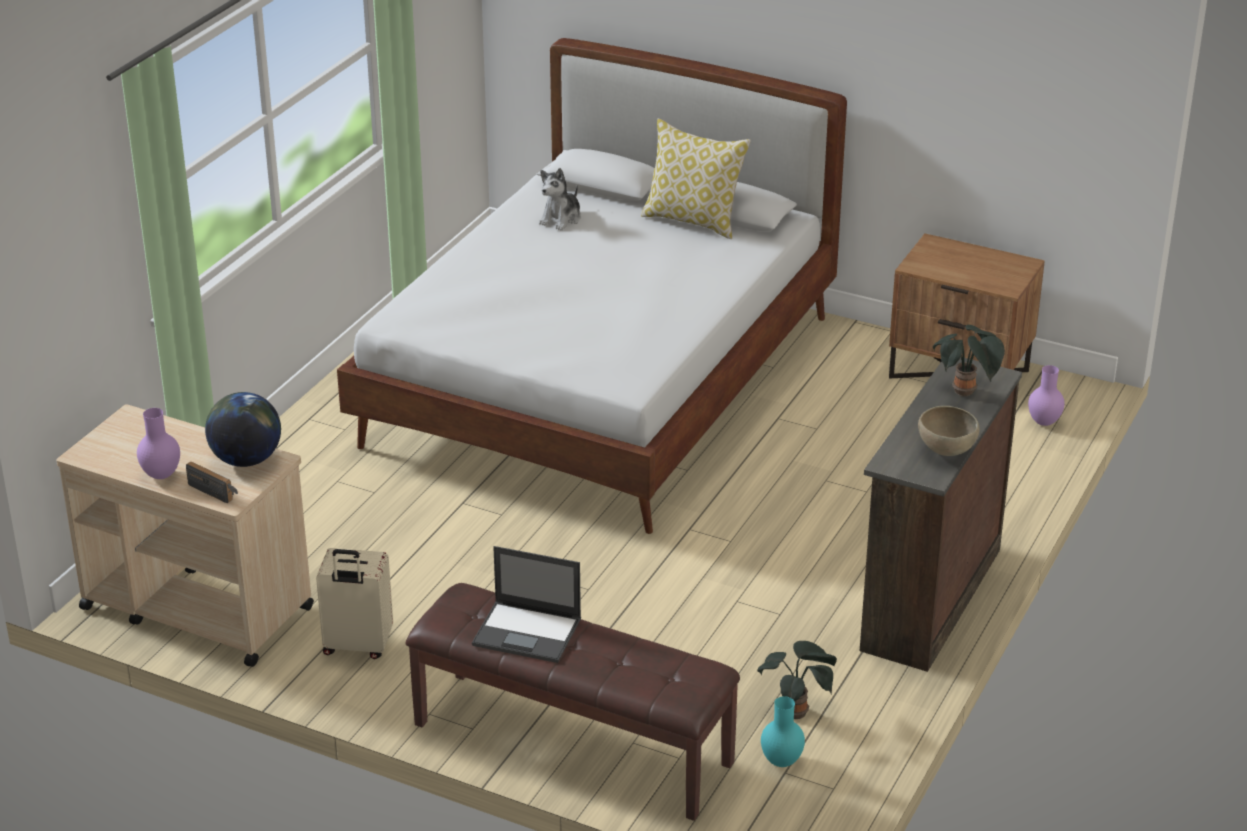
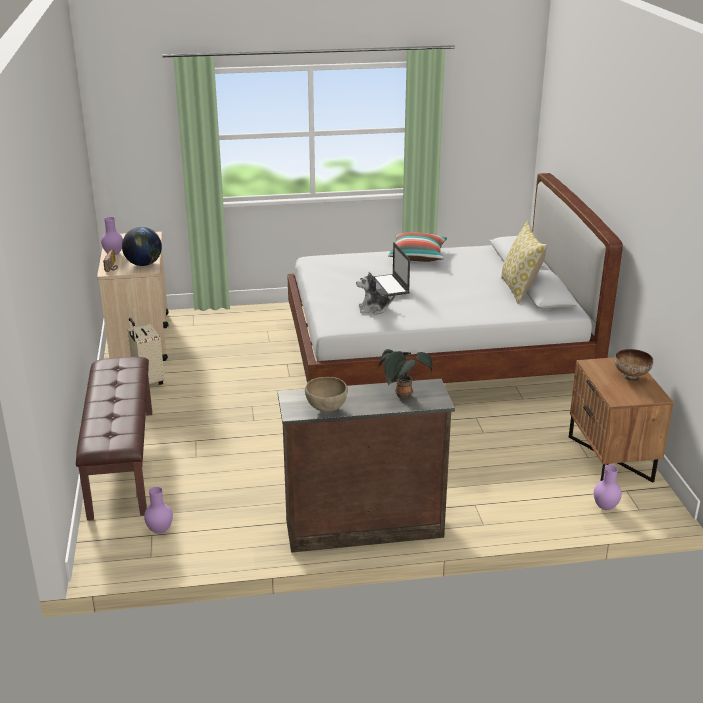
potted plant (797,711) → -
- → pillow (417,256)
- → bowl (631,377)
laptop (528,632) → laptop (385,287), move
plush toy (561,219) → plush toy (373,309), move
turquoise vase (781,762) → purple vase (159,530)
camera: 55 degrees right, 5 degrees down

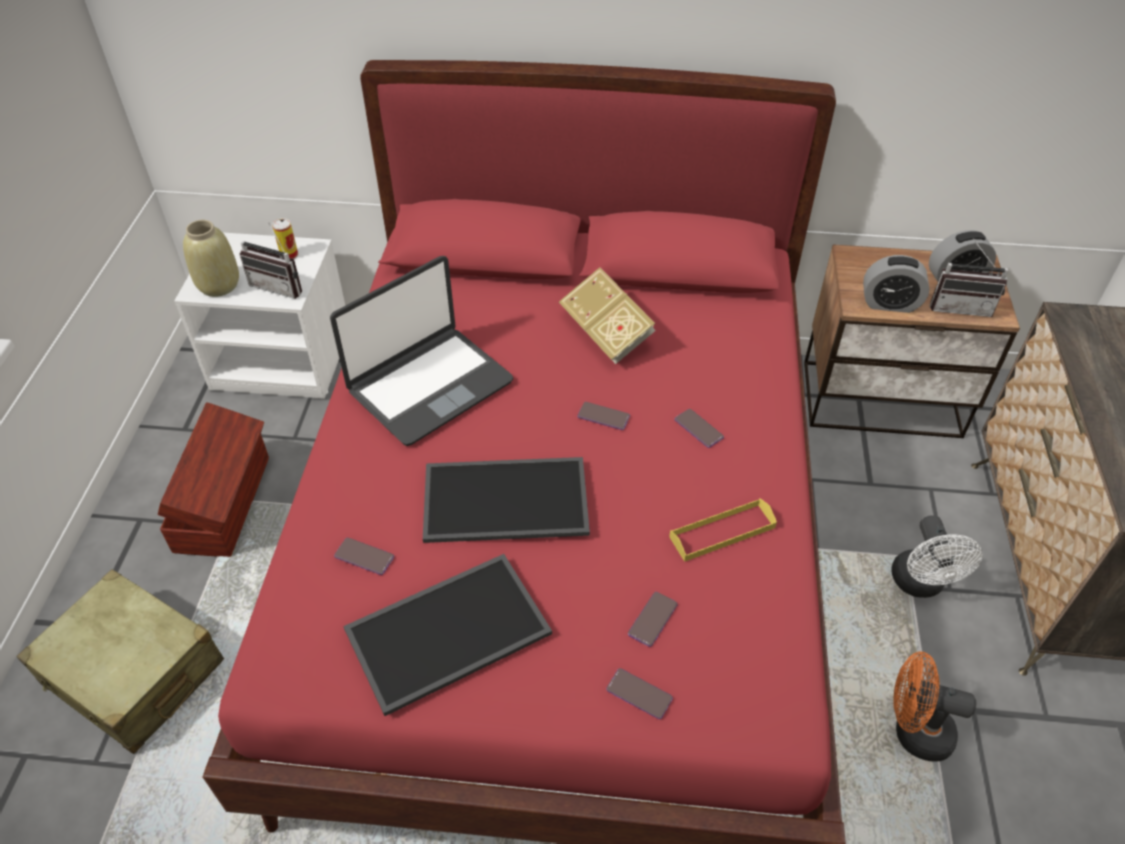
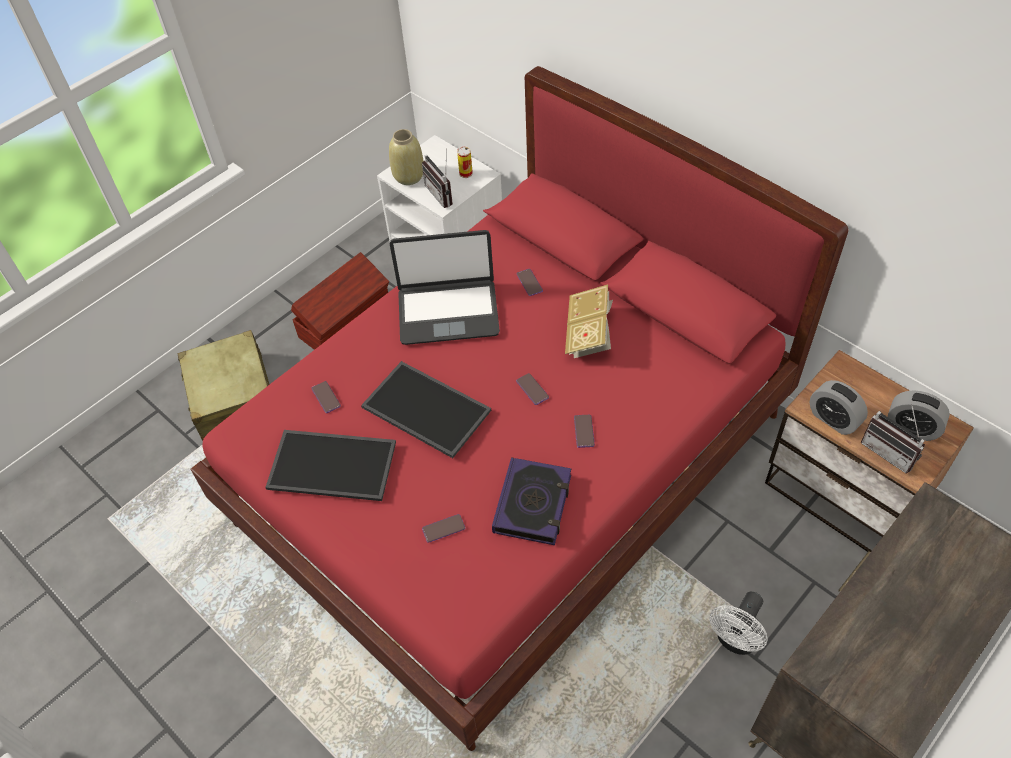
orange fan (913,731) → -
phone (639,694) → phone (529,283), move
yellow tray (722,532) → book (533,504)
camera: 40 degrees right, 5 degrees up

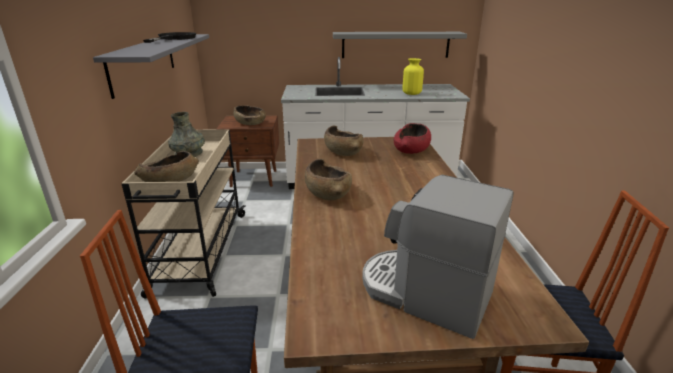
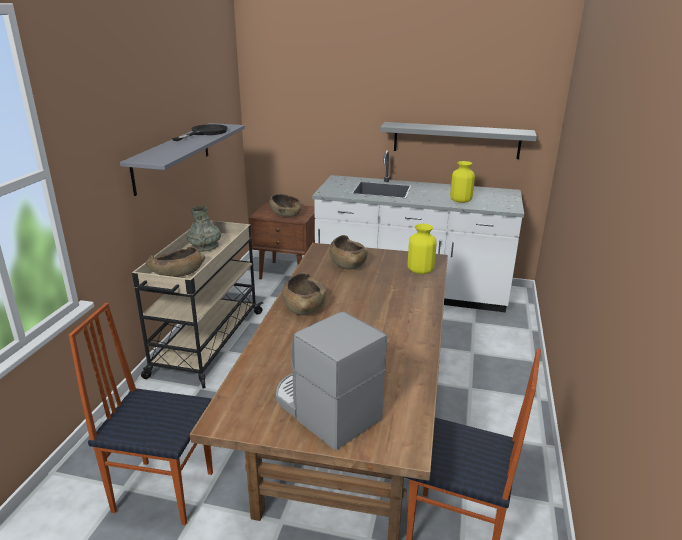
red bowl (411,150) → yellow vase (420,270)
camera: 15 degrees right, 0 degrees up

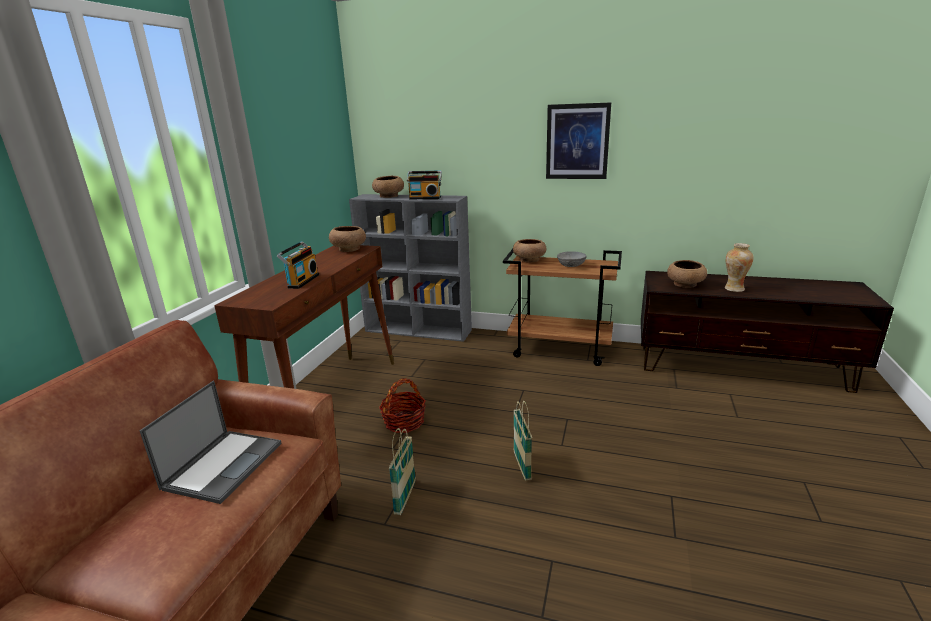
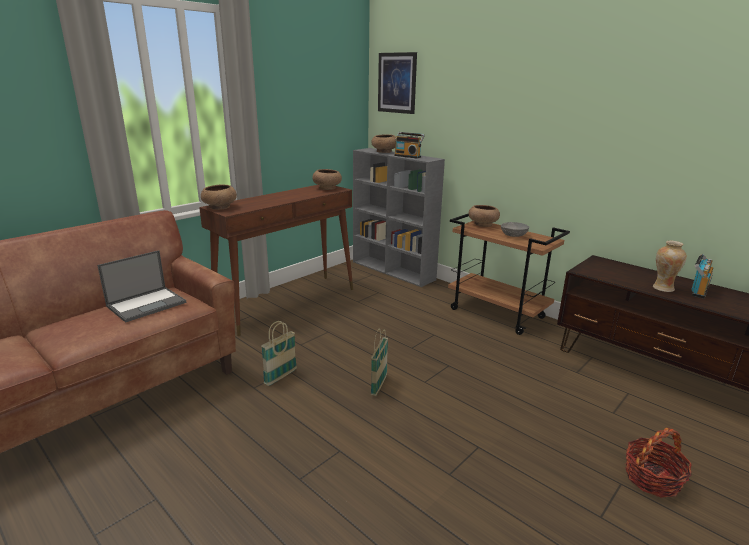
radio (302,281) → radio (698,290), move
basket (404,422) → basket (652,478), move
picture (577,142) → picture (397,83), move
brown bowl (685,284) → brown bowl (219,207), move
camera: 25 degrees right, 0 degrees up

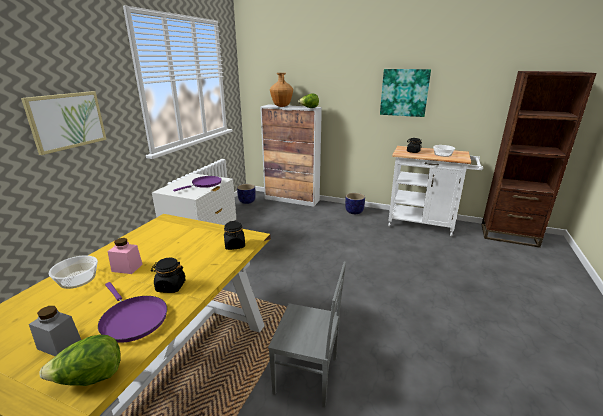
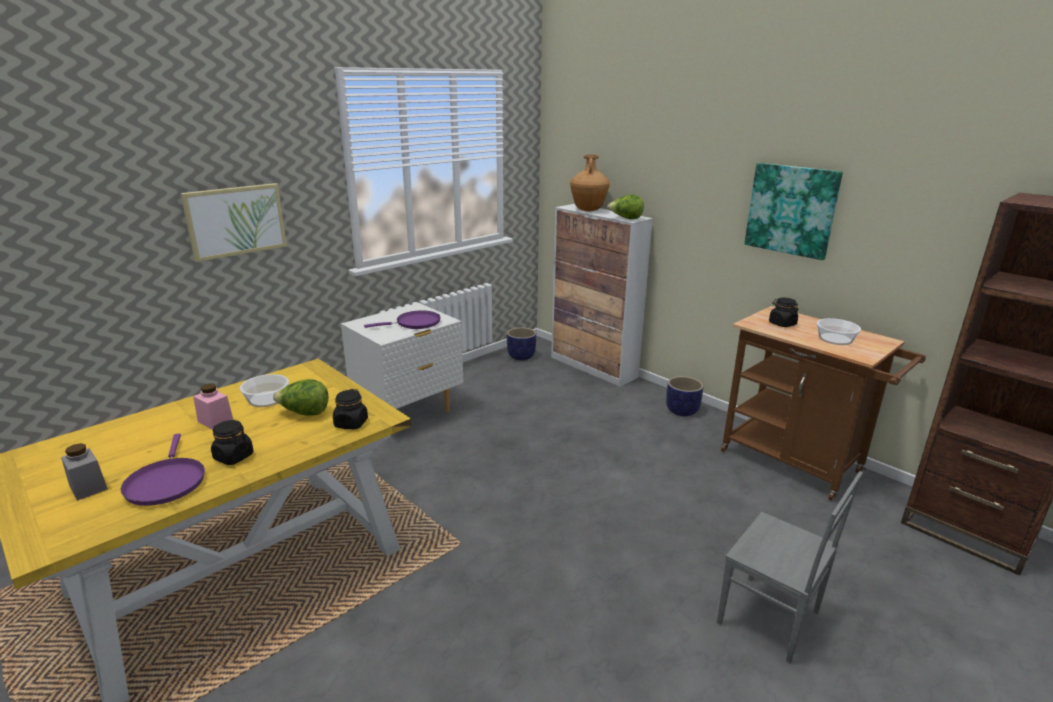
lettuce (90,378) → lettuce (304,413), move
bowl (77,279) → bowl (267,398), move
grey chair (307,376) → grey chair (769,619), move
white cart (425,224) → brown cart (798,464)
camera: 25 degrees right, 0 degrees up

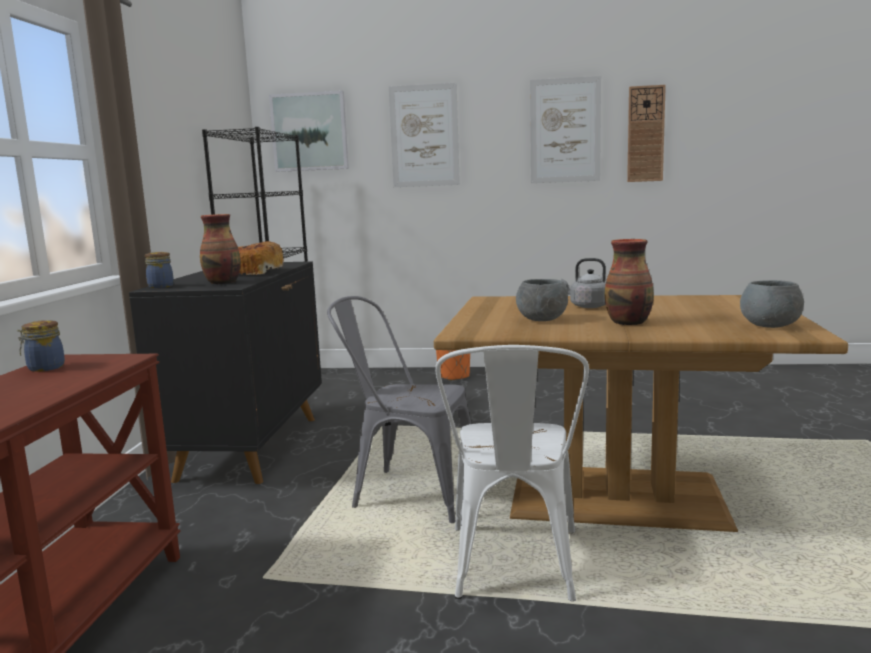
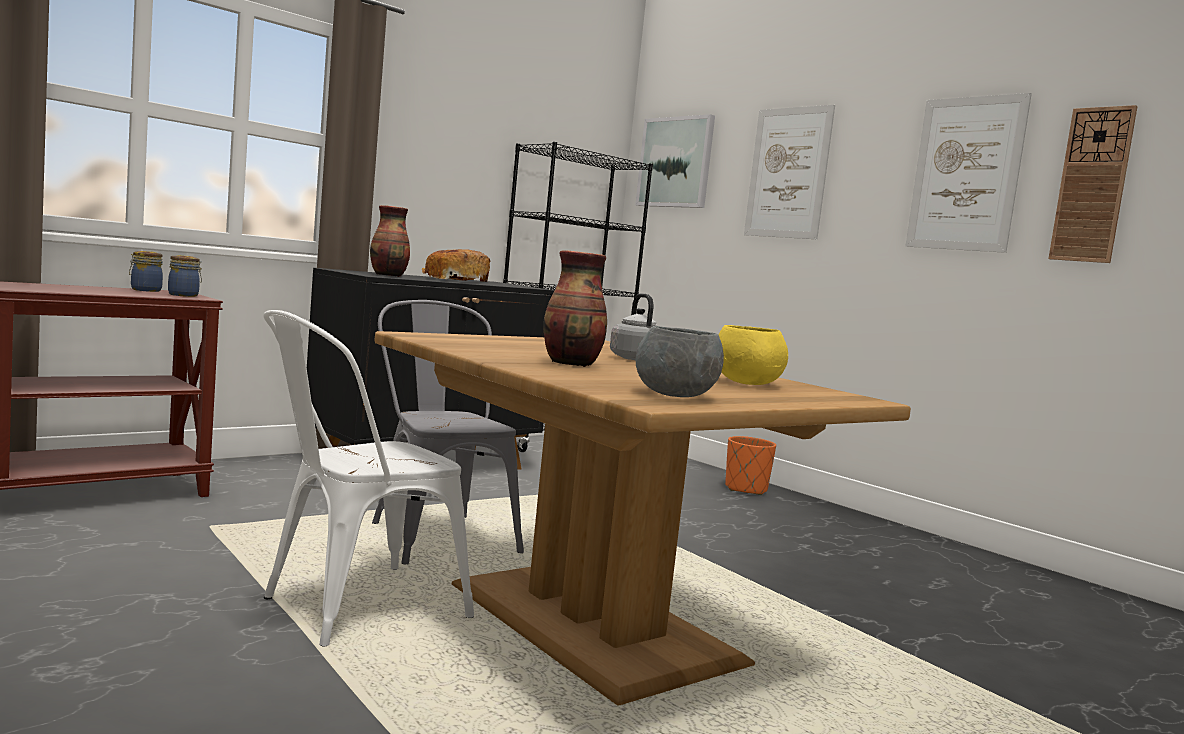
grey bowl (541,320) → -
- → yellow bowl (747,383)
jar (161,286) → jar (184,295), move
camera: 40 degrees right, 5 degrees down

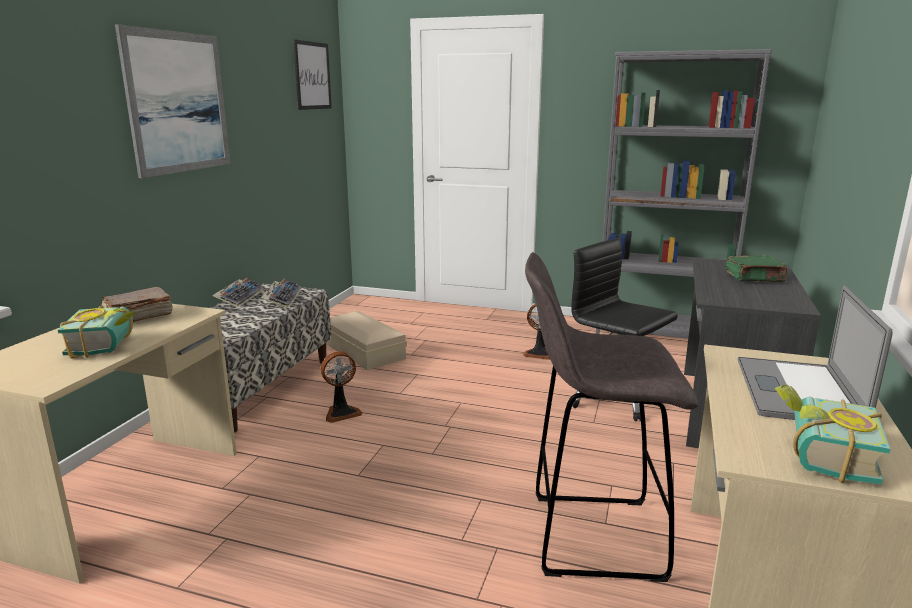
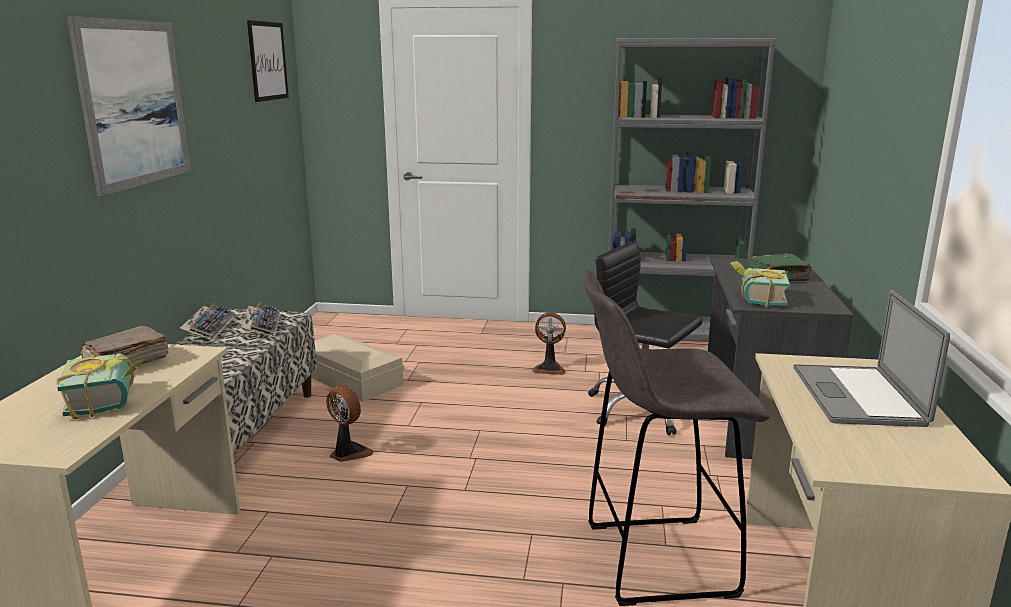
book (819,456) → book (756,299), move
fan (341,412) → fan (348,453), 105 degrees counterclockwise
camera: 10 degrees left, 0 degrees up

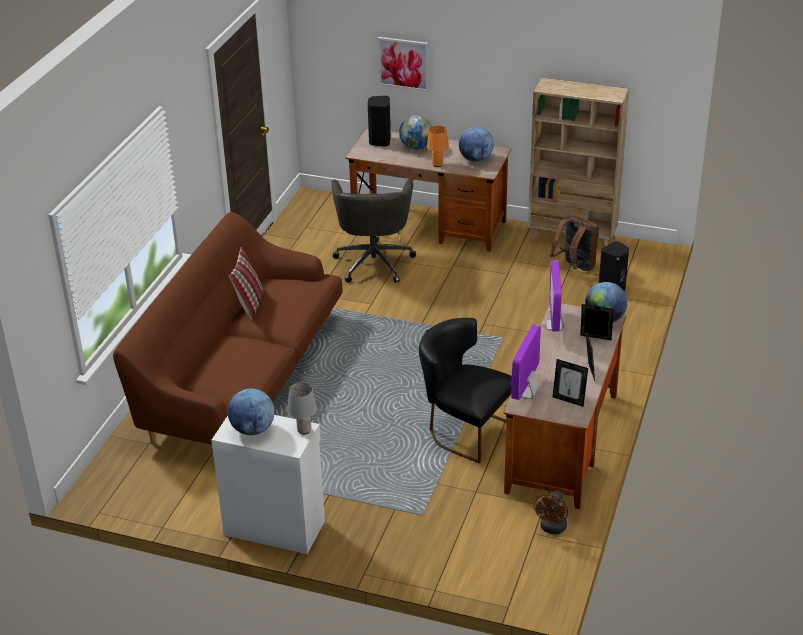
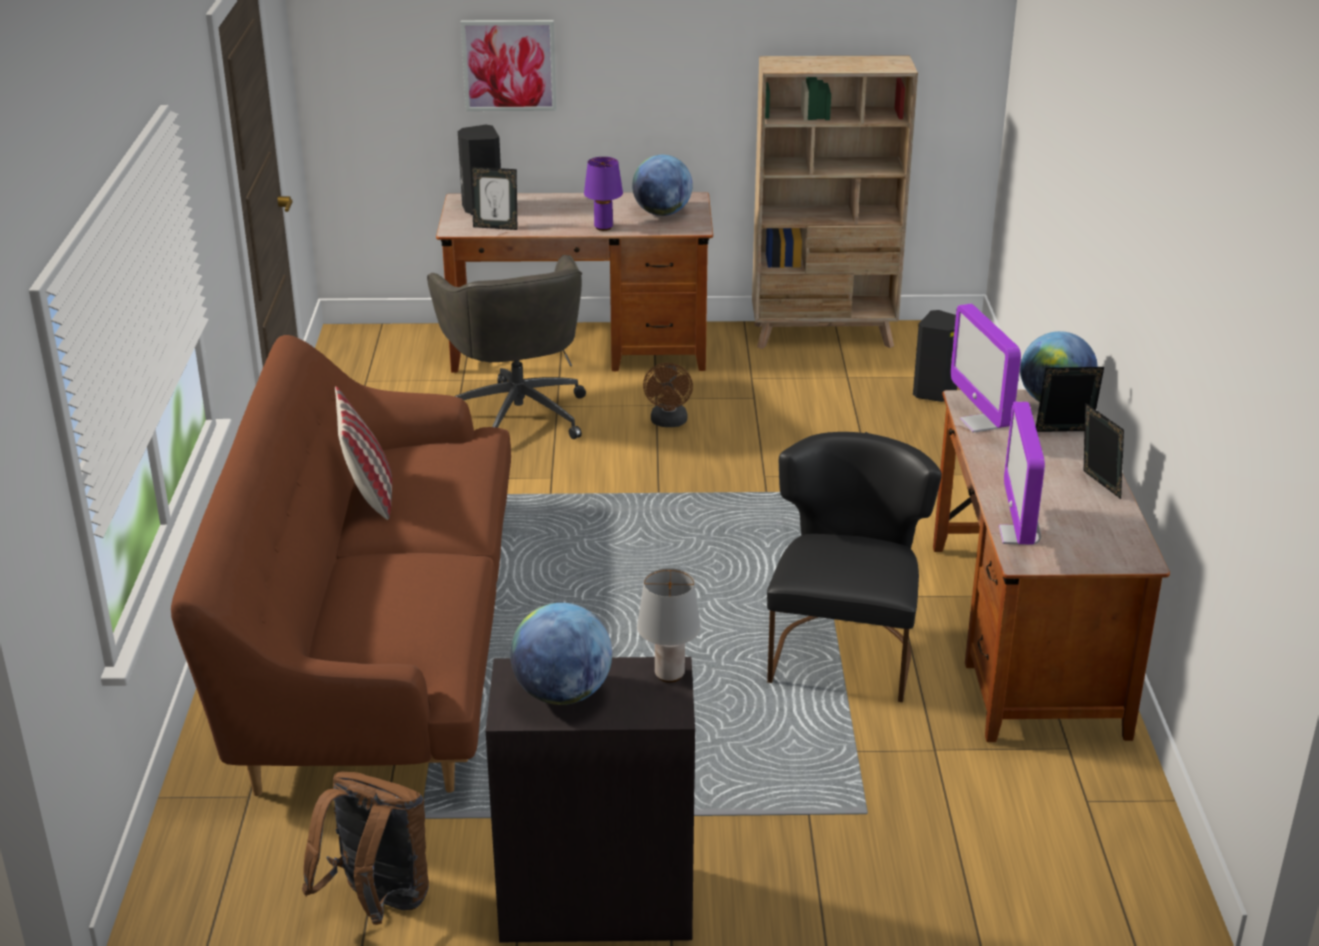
globe (416,147) → -
brown fan (552,528) → brown fan (668,423), move
brown backpack (575,267) → brown backpack (377,903), move
picture frame (569,400) → picture frame (496,227), move
white cabinet (274,526) → black cabinet (595,901)
orange table lamp (437,164) → purple table lamp (603,227)
black chair (464,430) → black chair (844,650), 90 degrees clockwise
camera: 20 degrees left, 5 degrees down

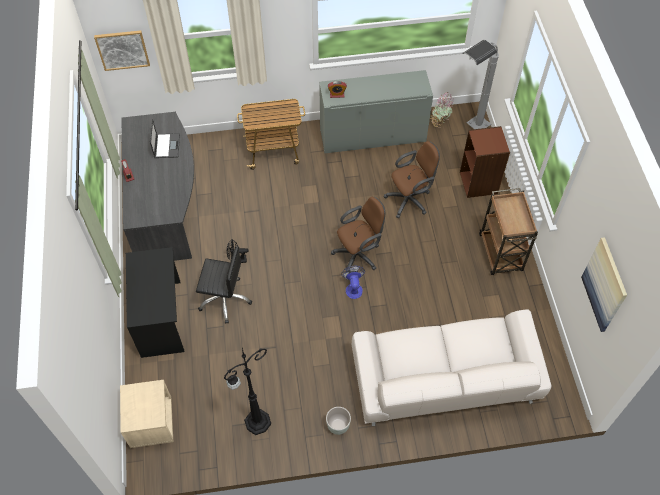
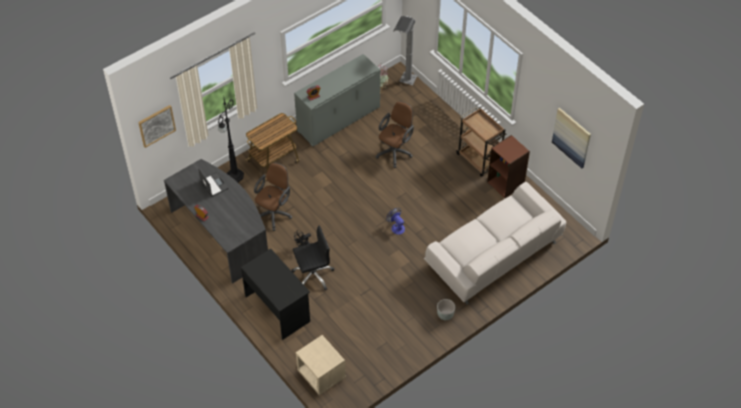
black floor lamp (256,422) → black floor lamp (234,176), move
brown office chair (359,254) → brown office chair (274,213), move
brown bookcase (479,183) → brown bookcase (506,183), move
camera: 30 degrees left, 5 degrees down

